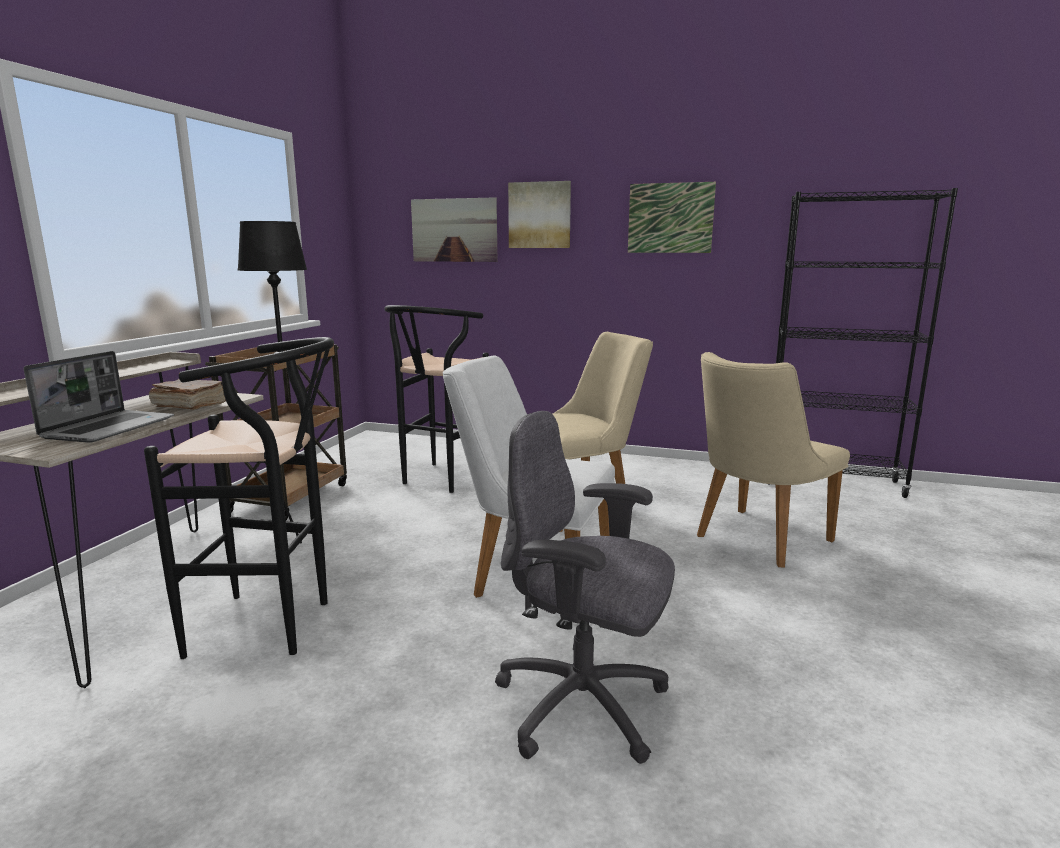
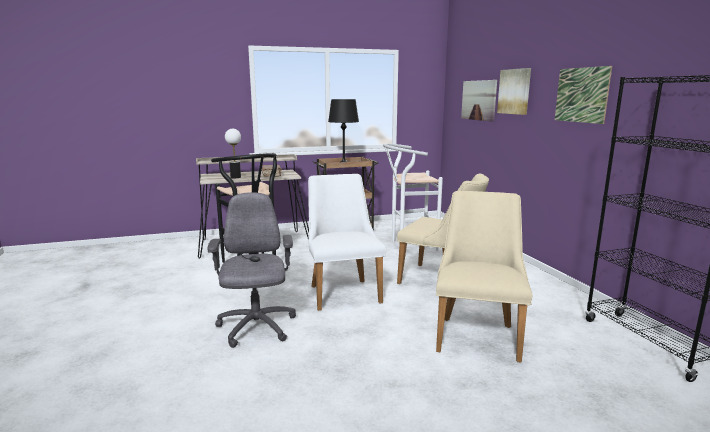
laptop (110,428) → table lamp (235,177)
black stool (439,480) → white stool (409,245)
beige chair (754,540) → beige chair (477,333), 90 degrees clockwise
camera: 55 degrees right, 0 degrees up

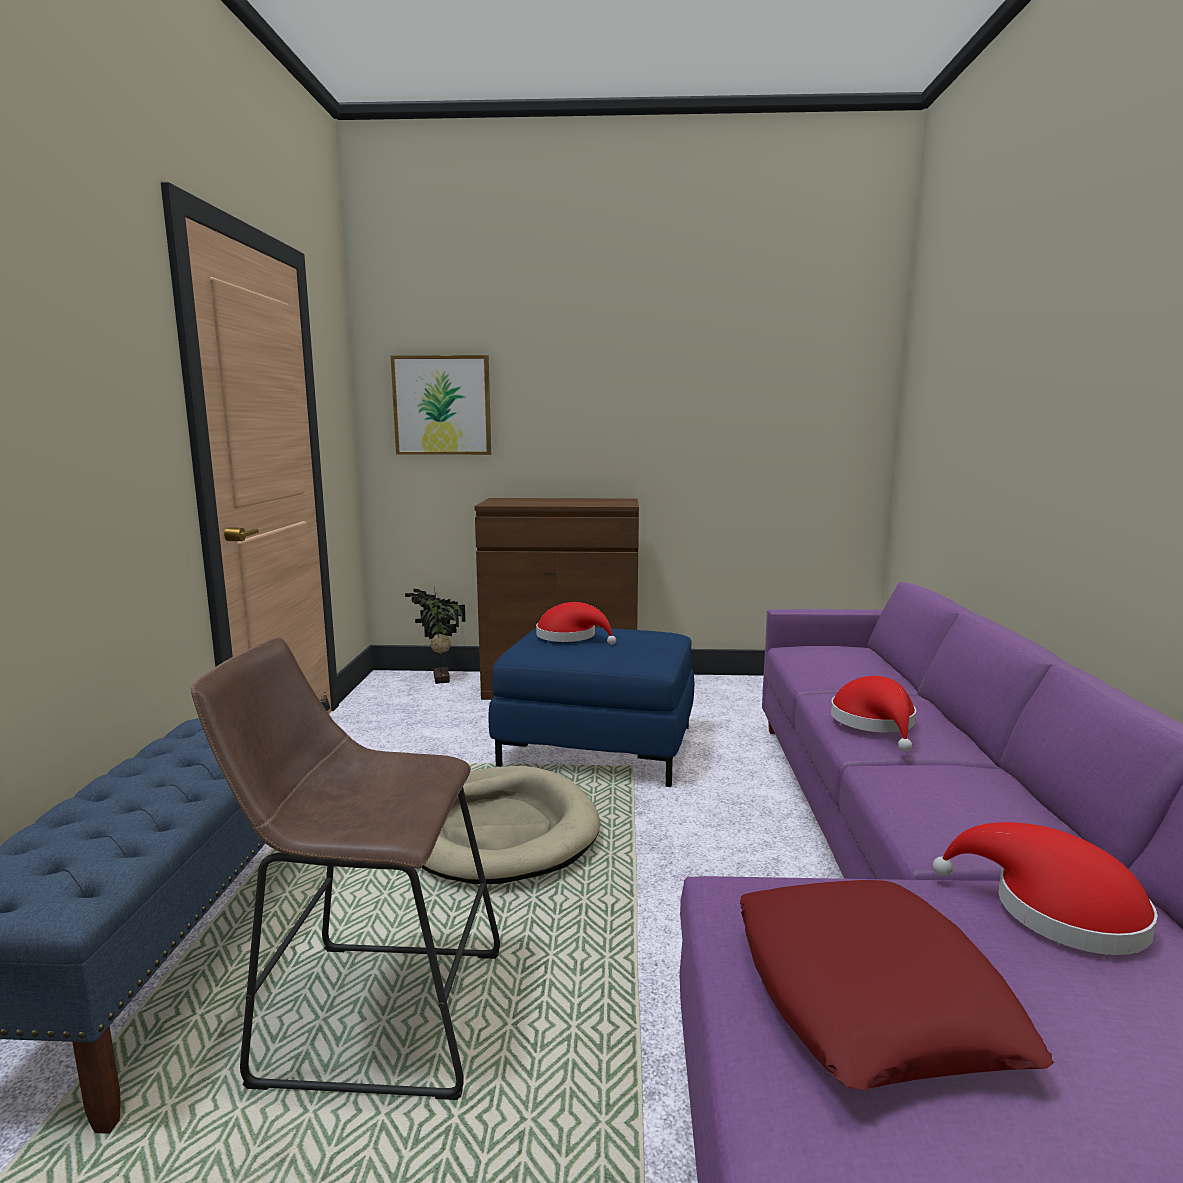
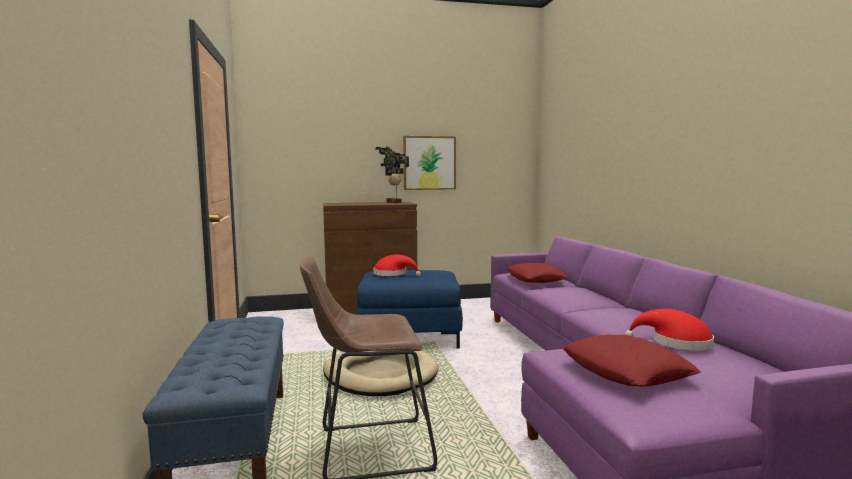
red hat (875,723) → -
- → red pillow (536,279)
picture (442,405) → picture (429,163), move
potted plant (439,679) → potted plant (393,202), move
camera: 15 degrees left, 5 degrees down

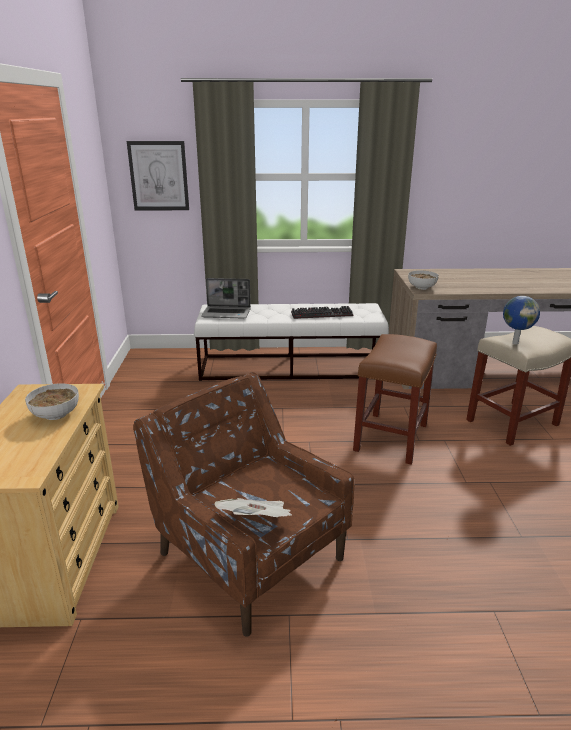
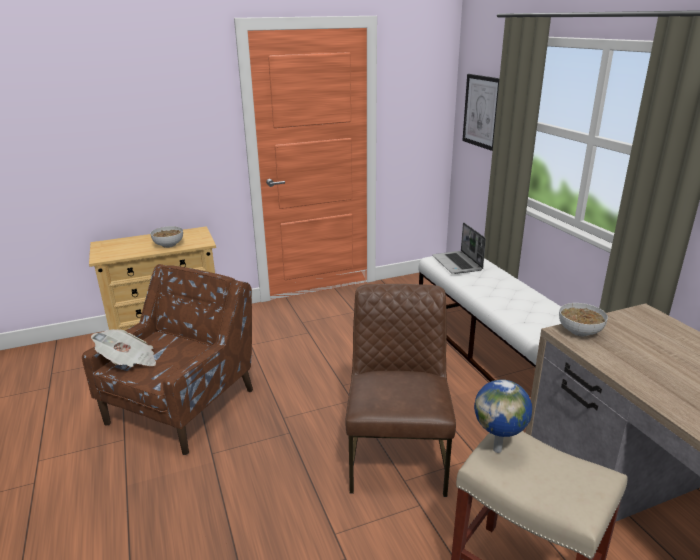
keyboard (322,314) → -
brown stool (391,436) → brown chair (397,456)
camera: 70 degrees right, 0 degrees up

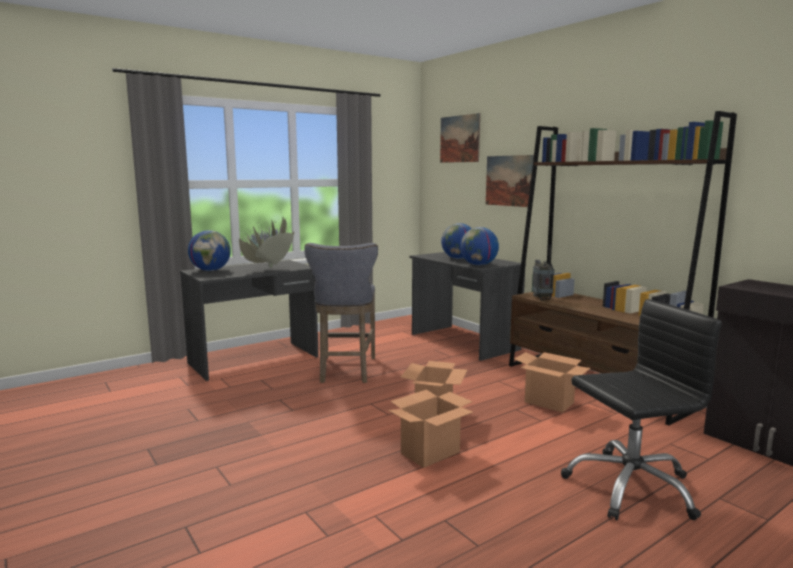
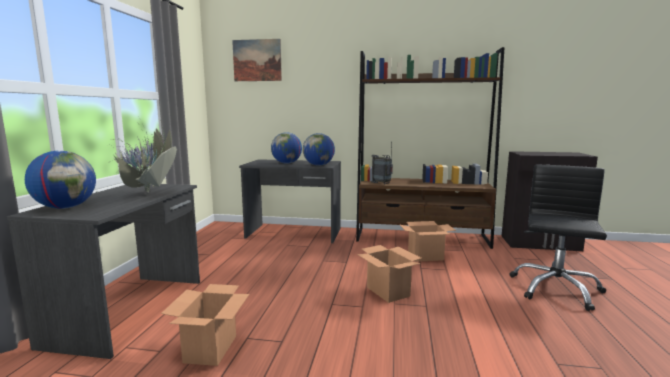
grey stool (346,371) → -
picture (509,180) → -
cardboard box (430,452) → cardboard box (210,348), move
camera: 45 degrees left, 0 degrees up

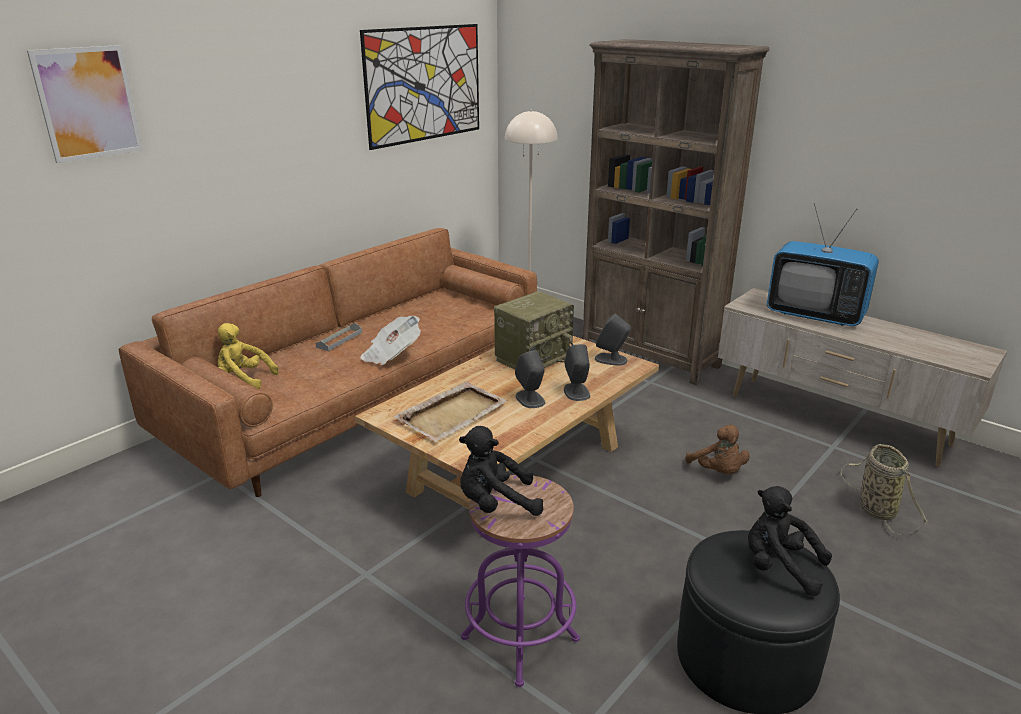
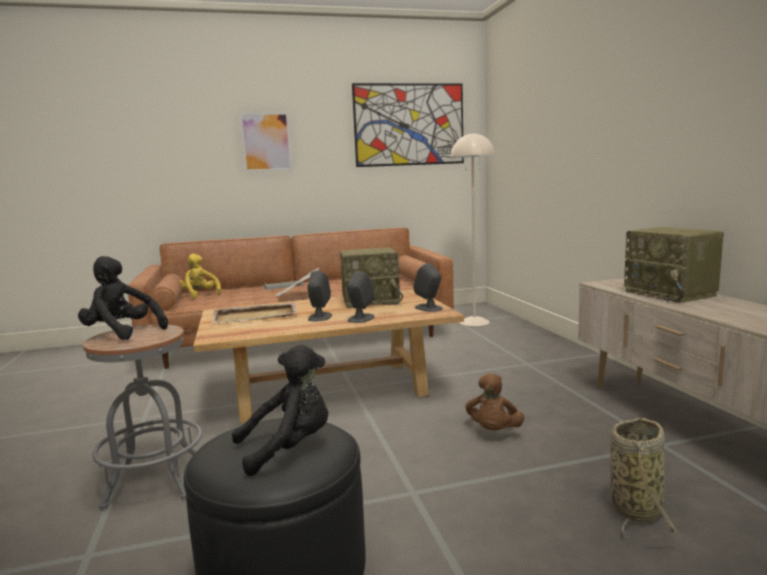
brown bookcase (650,356) → -
picture (88,103) → picture (266,142), move
television (815,315) → radio (671,294)
purple stool (520,638) → grey stool (154,482)
black plush toy (779,567) → black plush toy (289,448), 90 degrees clockwise
camera: 35 degrees right, 15 degrees down

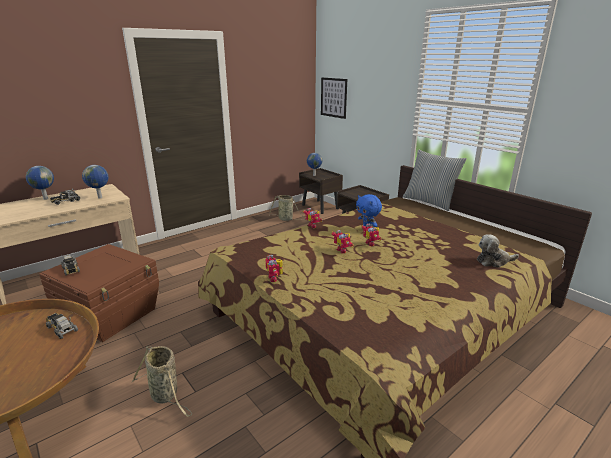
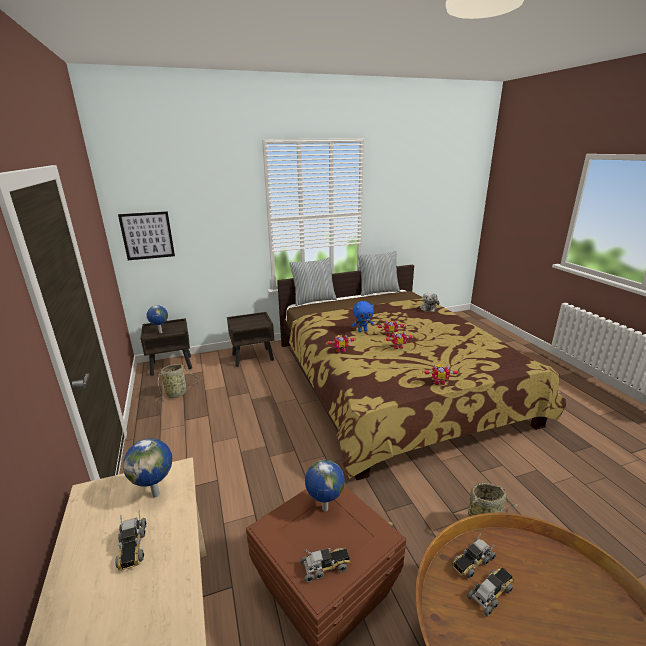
- → pillow (378,291)
- → toy truck (491,593)
globe (45,199) → globe (324,509), move
camera: 70 degrees left, 0 degrees up

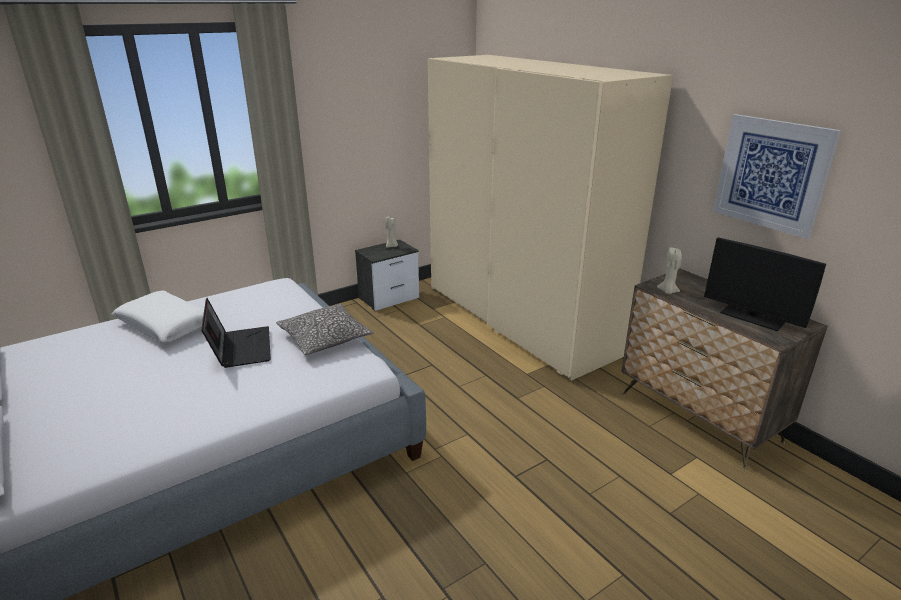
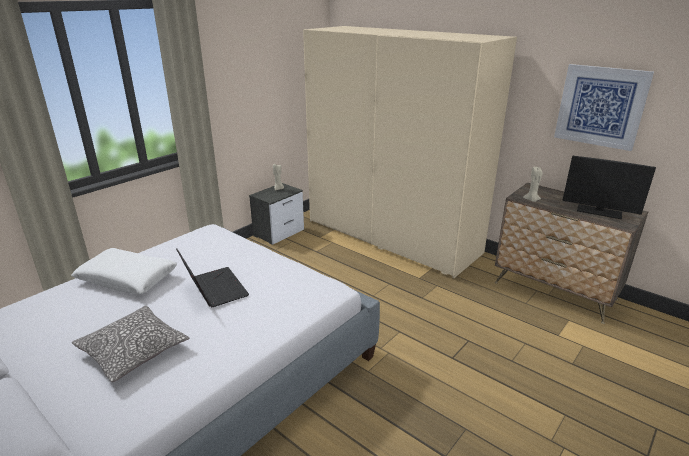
pillow (325,338) → pillow (133,351), move
camera: 15 degrees left, 0 degrees up

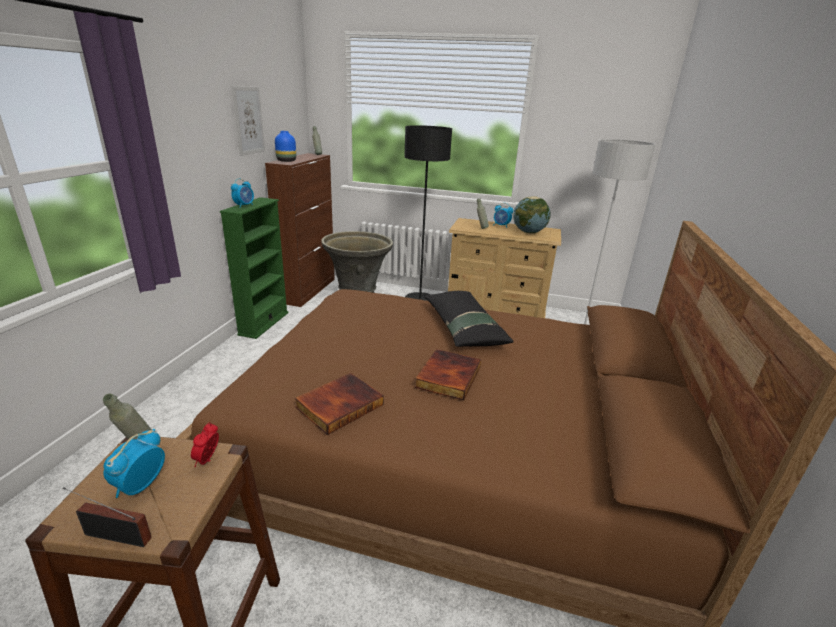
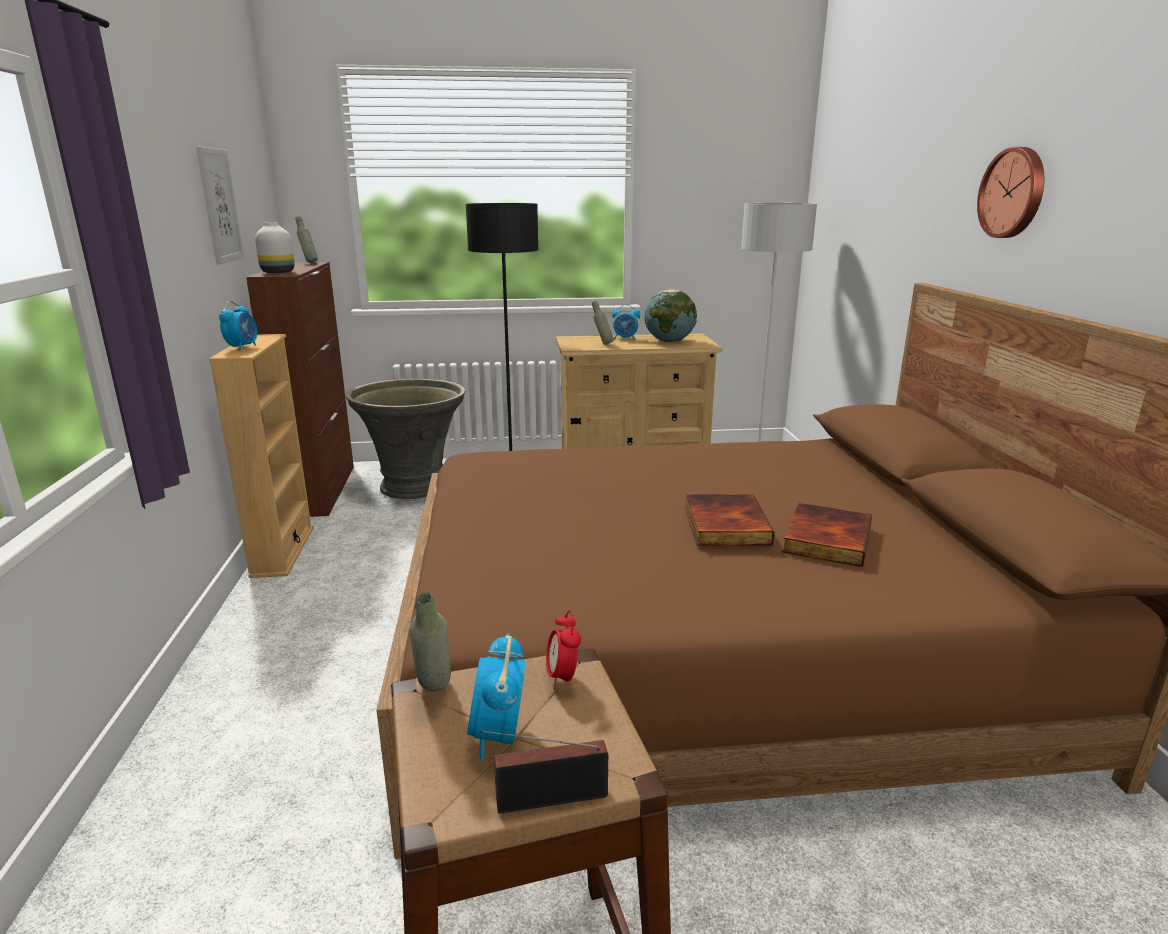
black pillow (463,327) → -
- → wall clock (1014,193)
book (339,405) → book (825,538), move
green bookcase (264,323) → beige bookcase (283,551)
blue vase (286,161) → white vase (278,272)
camera: 20 degrees left, 5 degrees down

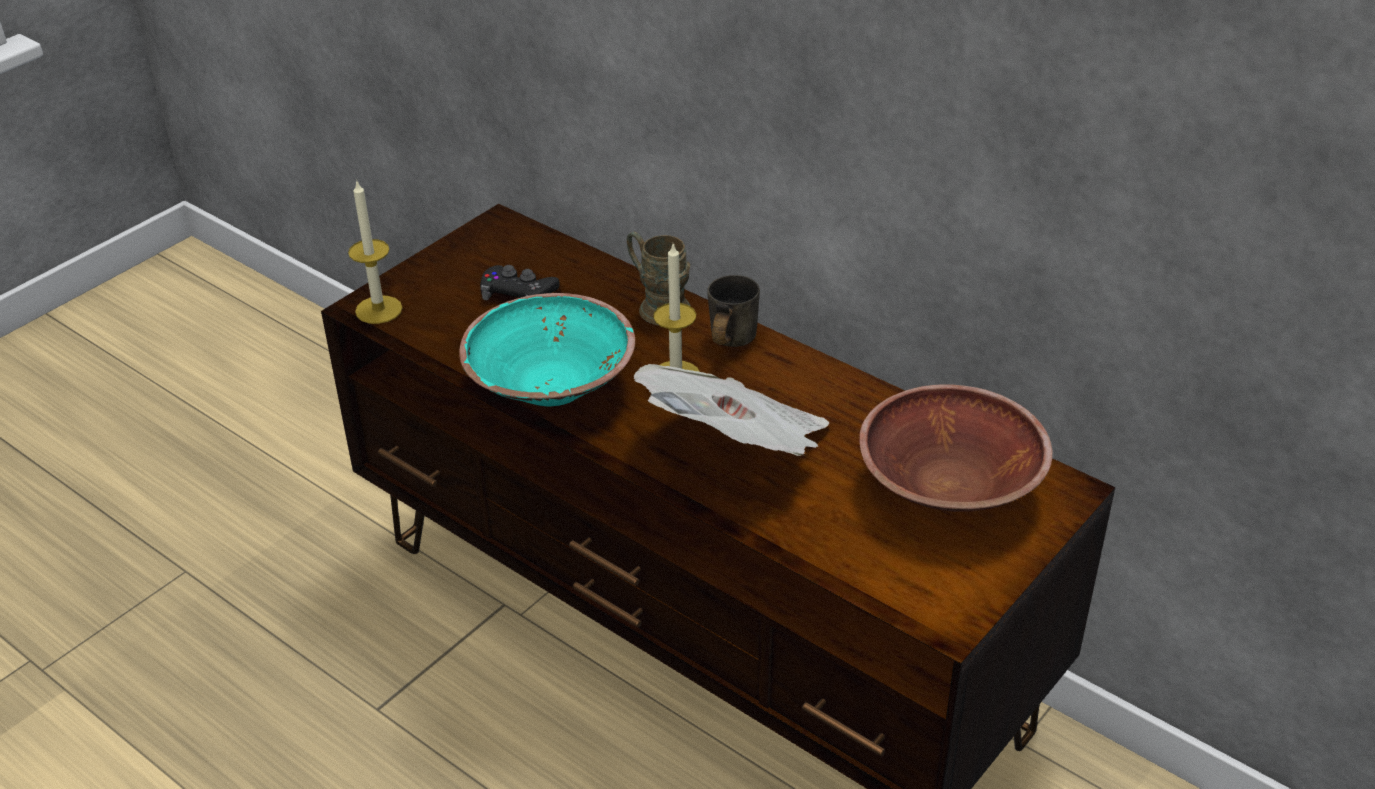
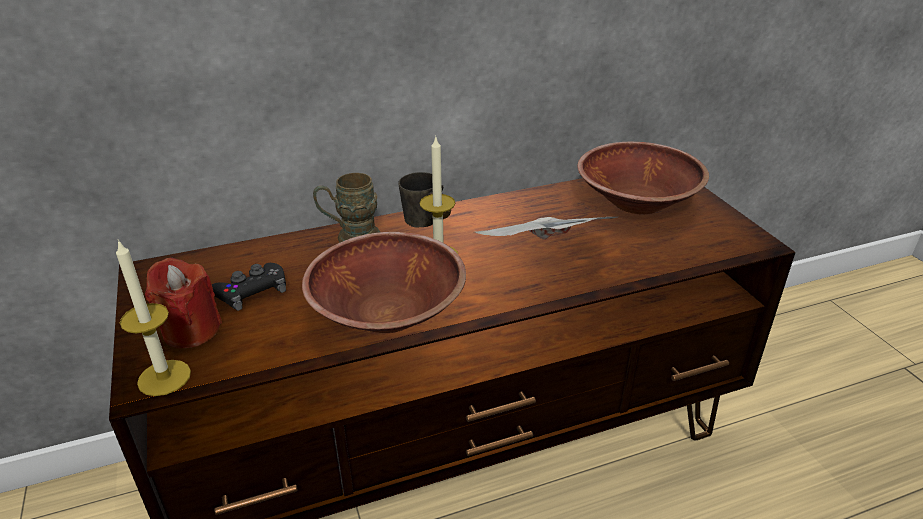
- → red candle (191,330)
turquoise bowl (551,386) → brown bowl (388,314)
camera: 60 degrees left, 5 degrees down

